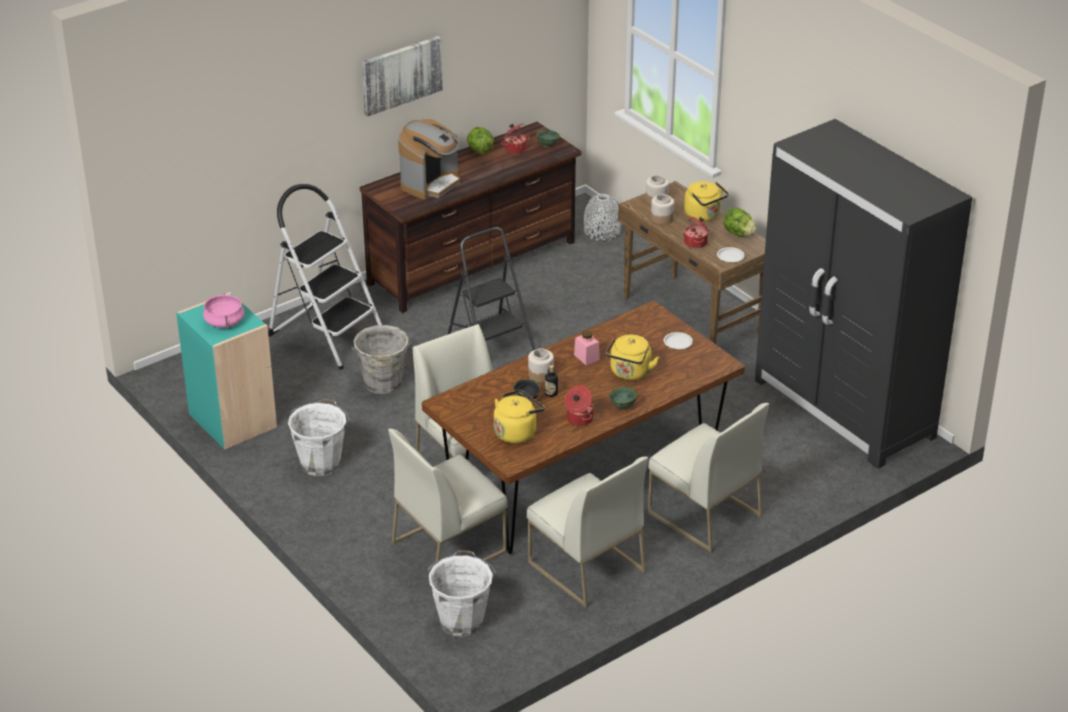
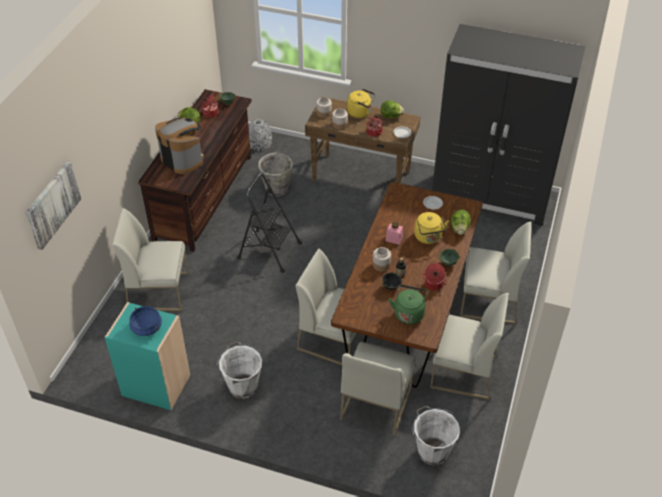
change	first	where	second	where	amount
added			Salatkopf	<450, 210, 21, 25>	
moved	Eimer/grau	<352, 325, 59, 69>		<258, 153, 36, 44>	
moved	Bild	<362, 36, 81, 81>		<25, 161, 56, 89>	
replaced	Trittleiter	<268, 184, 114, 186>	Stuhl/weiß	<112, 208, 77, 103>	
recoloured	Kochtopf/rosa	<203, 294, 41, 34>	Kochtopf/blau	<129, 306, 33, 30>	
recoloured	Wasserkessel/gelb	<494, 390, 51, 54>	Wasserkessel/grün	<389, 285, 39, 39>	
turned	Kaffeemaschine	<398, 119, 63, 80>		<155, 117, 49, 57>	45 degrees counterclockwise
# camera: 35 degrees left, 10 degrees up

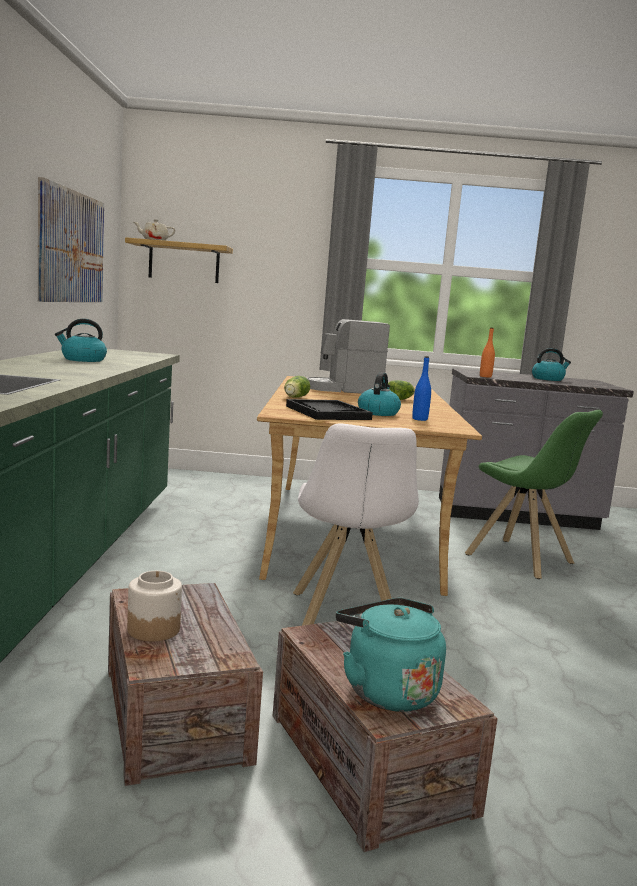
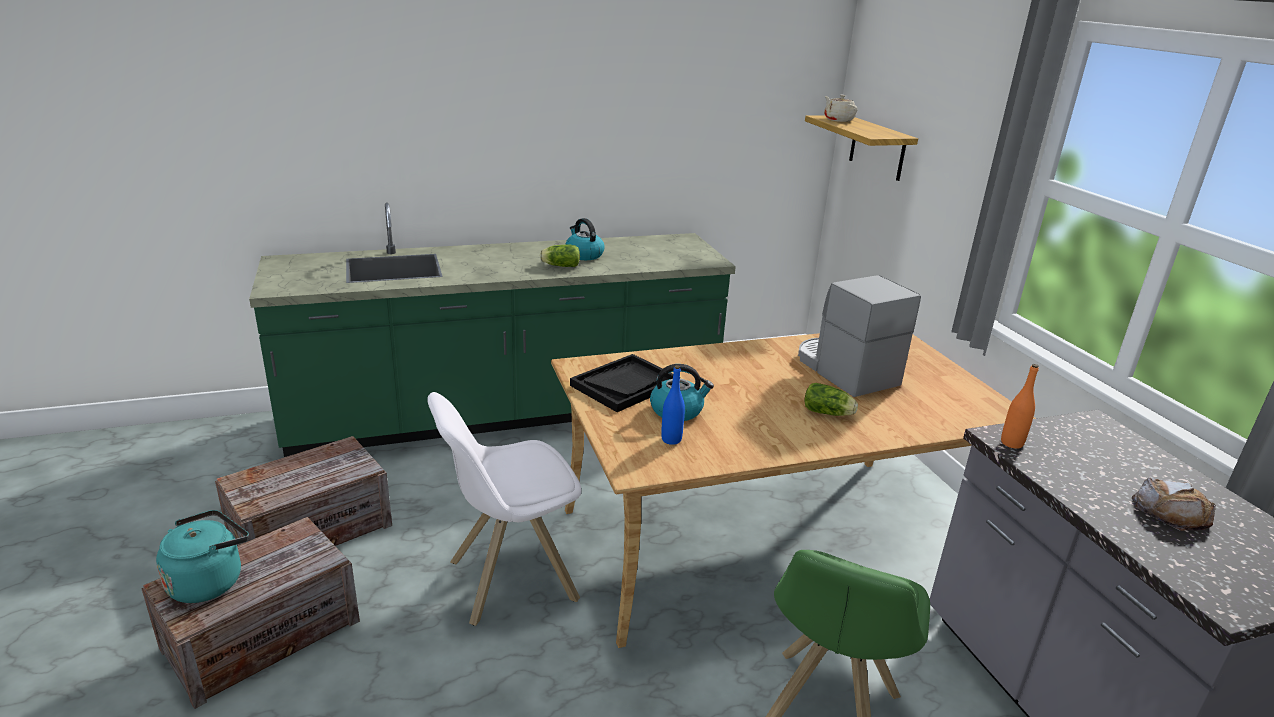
change	first	where	second	where	amount
removed	Bild	<38, 177, 66, 125>			
removed	Vorratsglas	<127, 571, 55, 70>			
moved	Salatkopf	<284, 376, 26, 21>		<540, 245, 40, 22>	
replaced	Wasserkessel	<532, 348, 39, 33>	Brot	<1132, 477, 84, 54>	
# camera: 70 degrees right, 15 degrees up

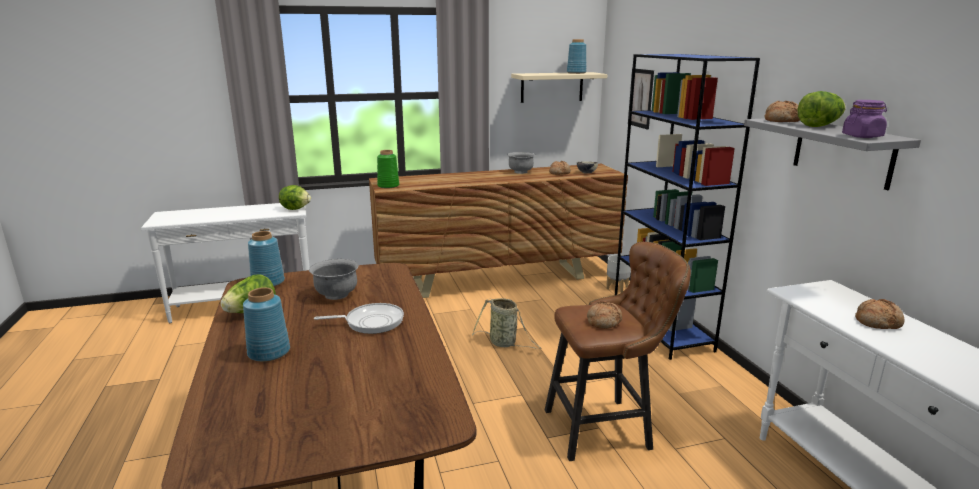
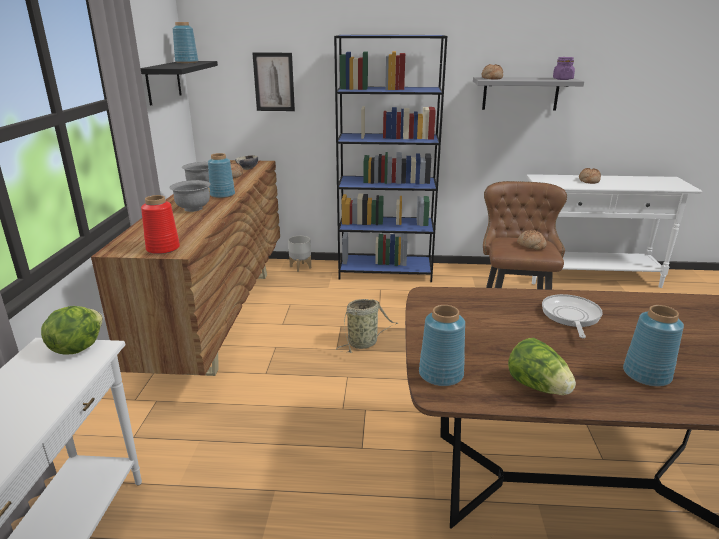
change	first	where	second	where	amount
removed	Salatkopf	<797, 91, 49, 36>			
added			Vase/blau	<208, 153, 27, 45>	
moved	Schüssel/grau	<309, 259, 50, 41>		<169, 180, 42, 32>	
recoloured	Vase/grün	<377, 150, 22, 38>	Vase/rot	<141, 195, 39, 59>	
recoloured	Wandregal/beige	<511, 72, 97, 31>	Wandregal/schwarz	<141, 61, 77, 45>	
# camera: 70 degrees left, 5 degrees up

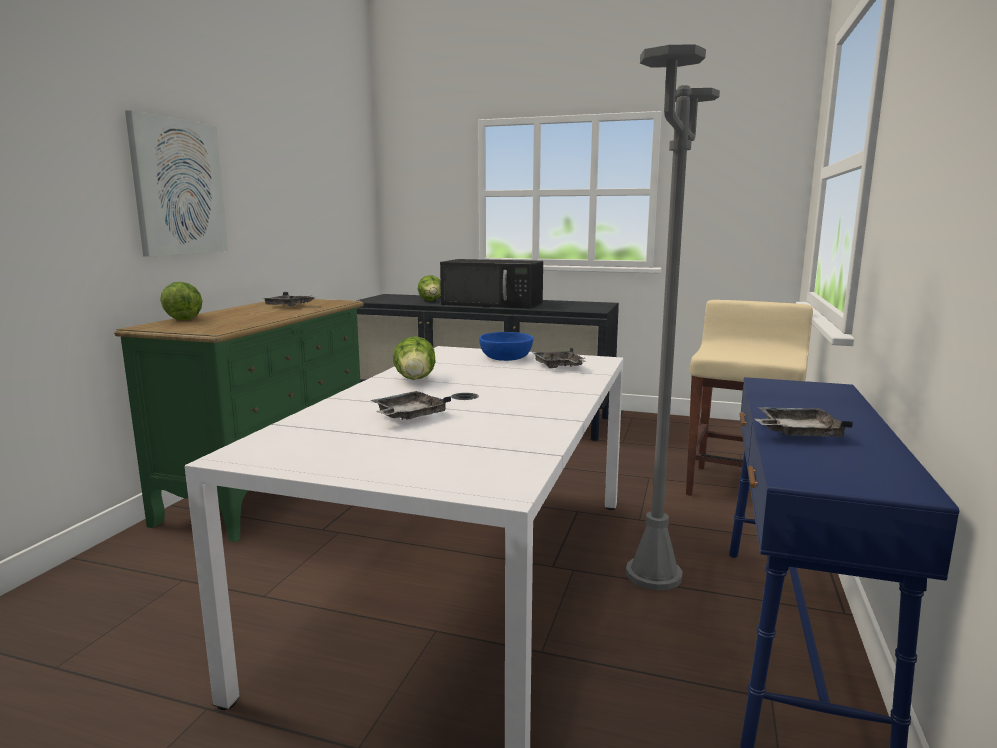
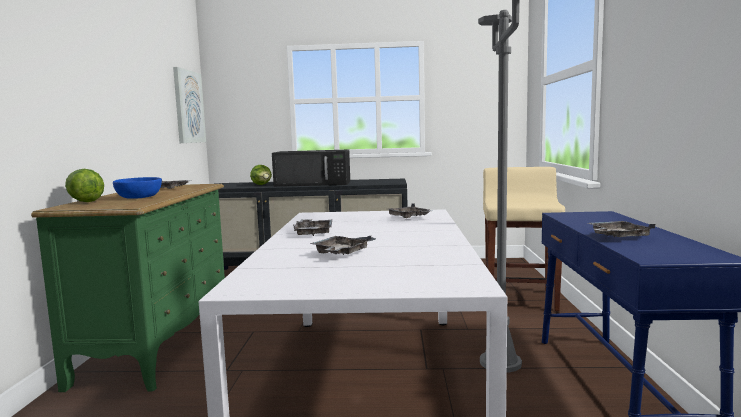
change	first	where	second	where	amount
moved	Bild	<125, 110, 103, 147>		<173, 67, 33, 76>	
moved	Schüssel/blau	<479, 332, 54, 29>		<113, 177, 49, 22>	
replaced	Salatkopf	<393, 336, 43, 44>	Tablett/grau	<293, 219, 39, 17>	
# camera: 15 degrees left, 5 degrees down

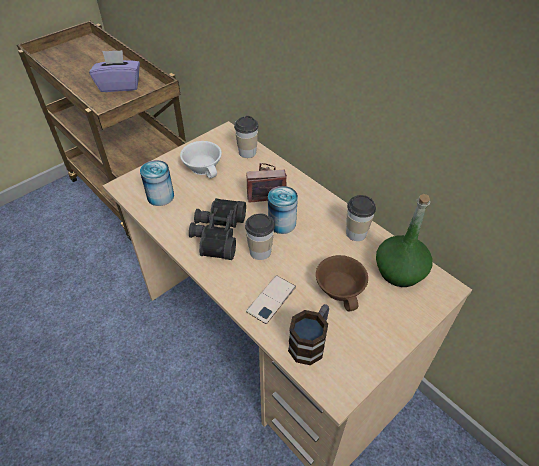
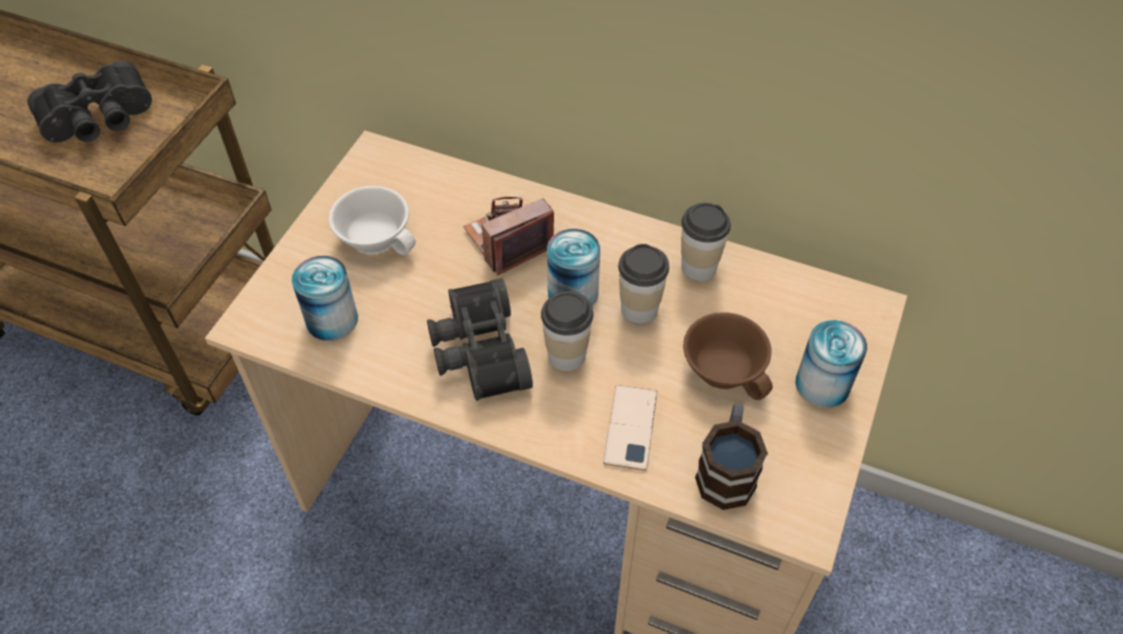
change	first	where	second	where	amount
removed	Flasche/grün	<376, 194, 56, 93>			
added			Dose	<795, 320, 72, 88>	
moved	Tasse	<234, 116, 24, 42>		<618, 244, 51, 80>	
replaced	Taschentuchbox/lila	<89, 50, 51, 42>	Fernglas/schwarz	<27, 61, 125, 81>	
# camera: 25 degrees left, 5 degrees up

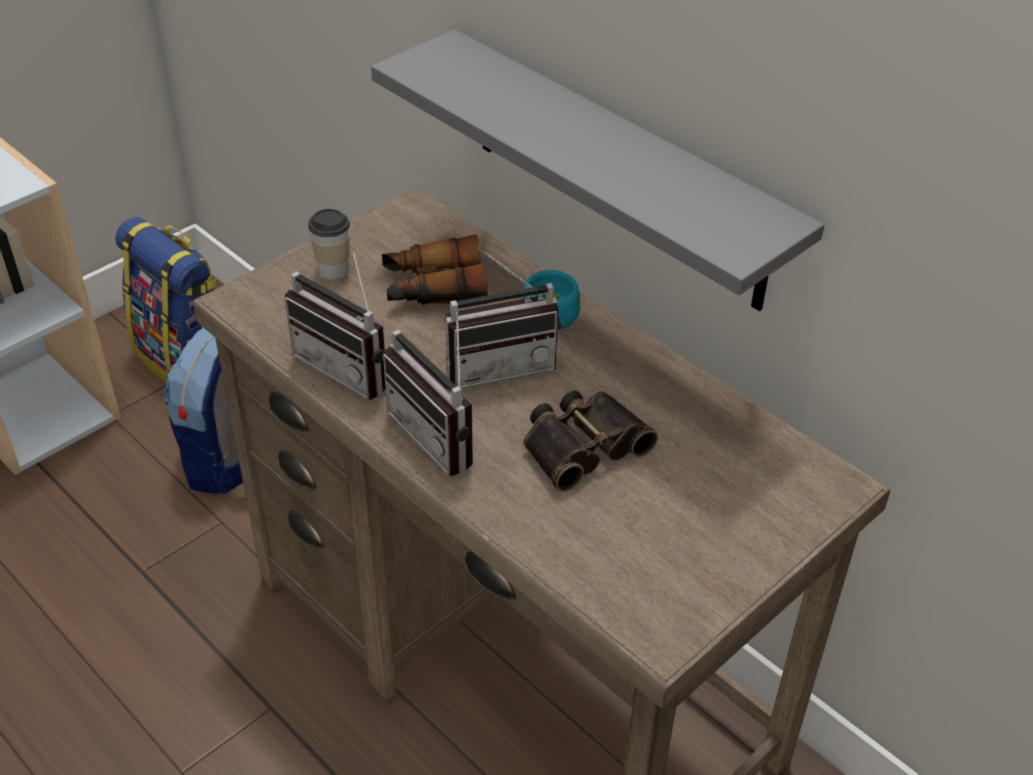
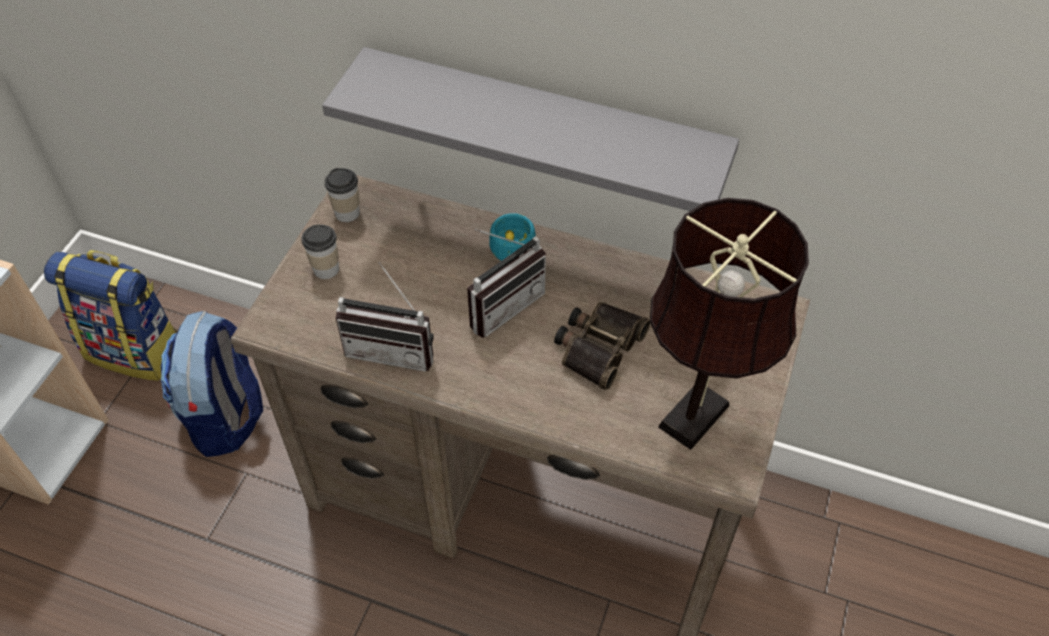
change	first	where	second	where	amount
removed	Fernglas	<382, 235, 106, 70>			
removed	Radio	<383, 312, 90, 164>			
added			Tasse	<325, 168, 35, 54>	
added			Tischlampe/braun	<650, 198, 159, 252>	
# camera: 25 degrees left, 10 degrees up

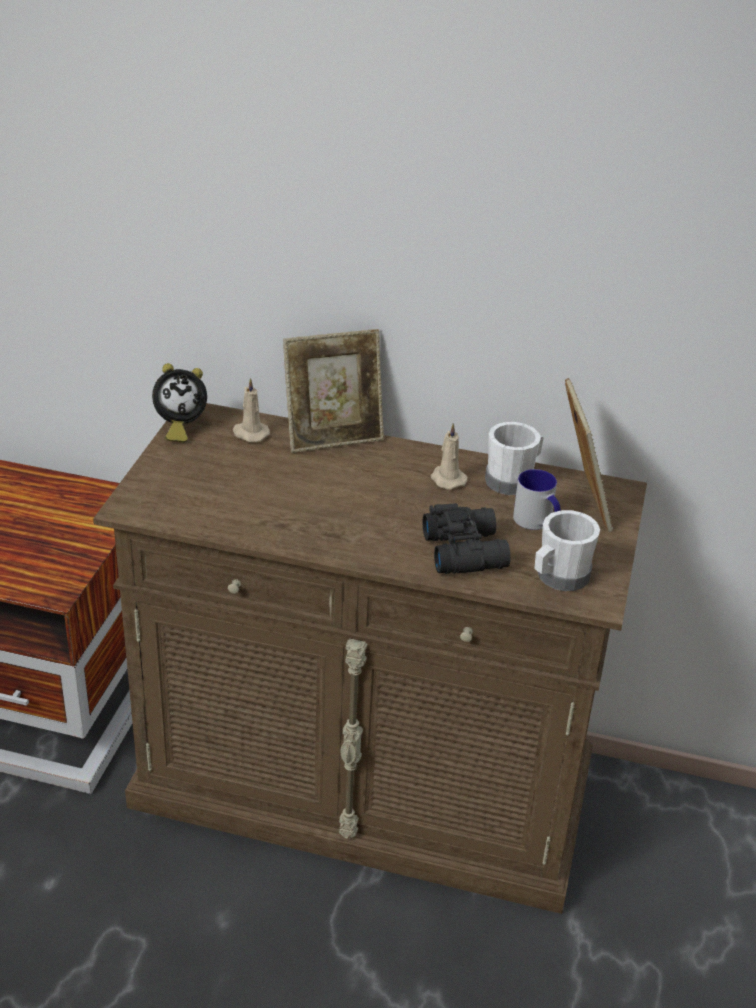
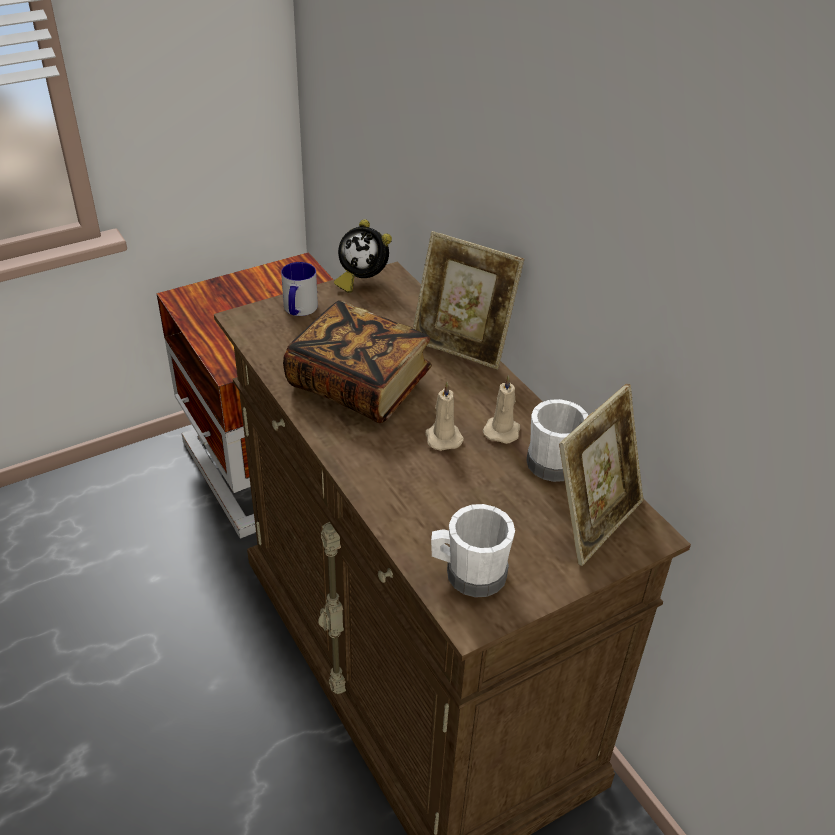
change	first	where	second	where	amount
removed	Fernglas/schwarz	<423, 503, 88, 71>			
added			Buch	<283, 300, 149, 123>	
moved	Kerze/beige	<233, 378, 37, 64>		<425, 382, 39, 69>	
moved	Henkelbecher	<513, 469, 48, 61>		<281, 262, 37, 54>	
# camera: 45 degrees right, 5 degrees up

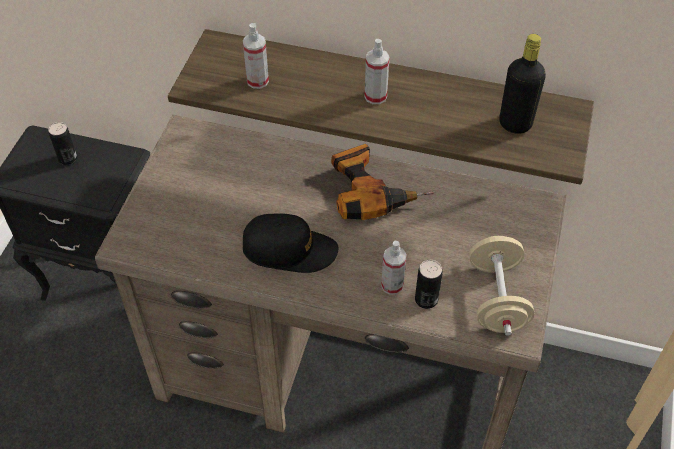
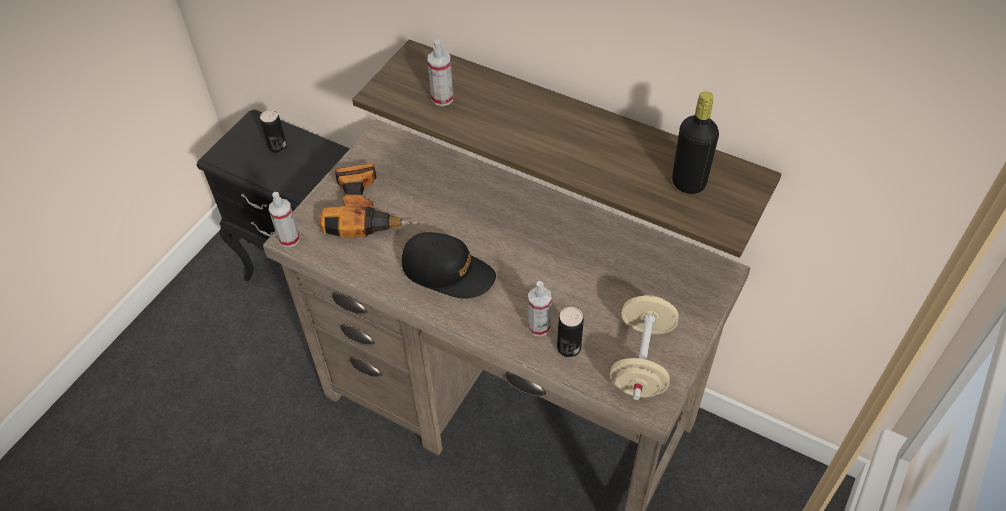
change	first	where	second	where	amount
moved	Bohrmaschine	<331, 144, 102, 76>		<319, 163, 100, 75>	
moved	Sprühflasche	<365, 39, 25, 65>		<269, 192, 31, 55>	
# camera: 15 degrees right, 0 degrees up

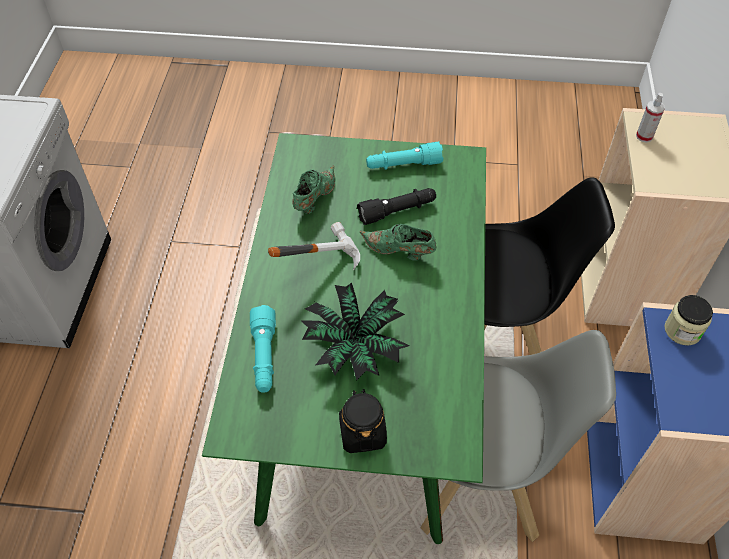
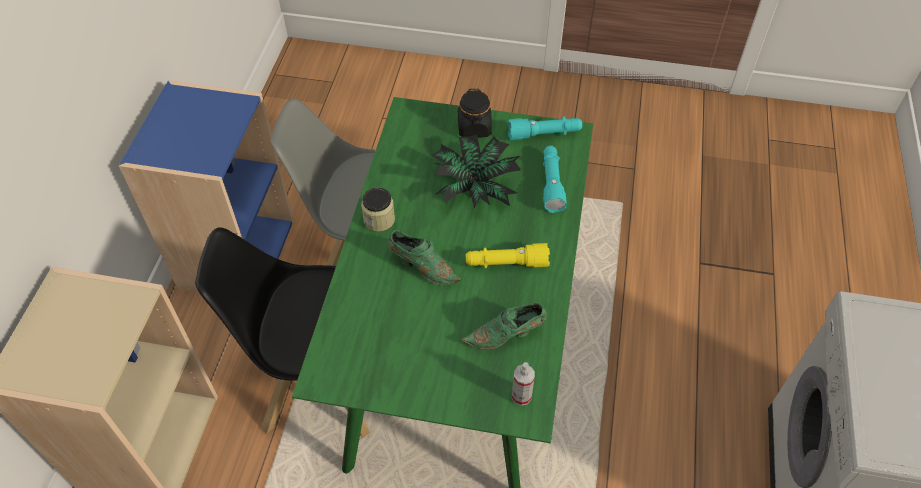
change	first	where	second	where	amount
removed	Taschenlampe/schwarz	<357, 188, 79, 37>			
moved	Taschenlampe/türkis	<366, 142, 77, 28>		<508, 116, 74, 25>	
moved	Sprühflasche	<636, 93, 29, 50>		<512, 362, 23, 44>	
moved	Vorratsglas	<665, 295, 48, 51>		<361, 188, 34, 44>	
replaced	Hammer	<268, 222, 92, 48>	Taschenlampe/gelb	<466, 243, 84, 25>	
turned	Schuh/grün	<293, 166, 42, 48>		<461, 302, 86, 48>	45 degrees clockwise
# camera: 175 degrees left, 0 degrees up

